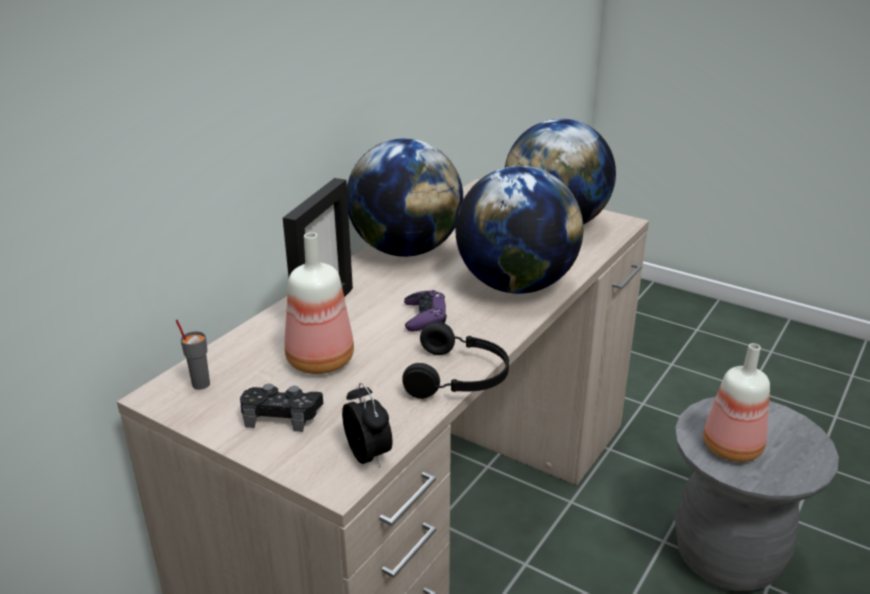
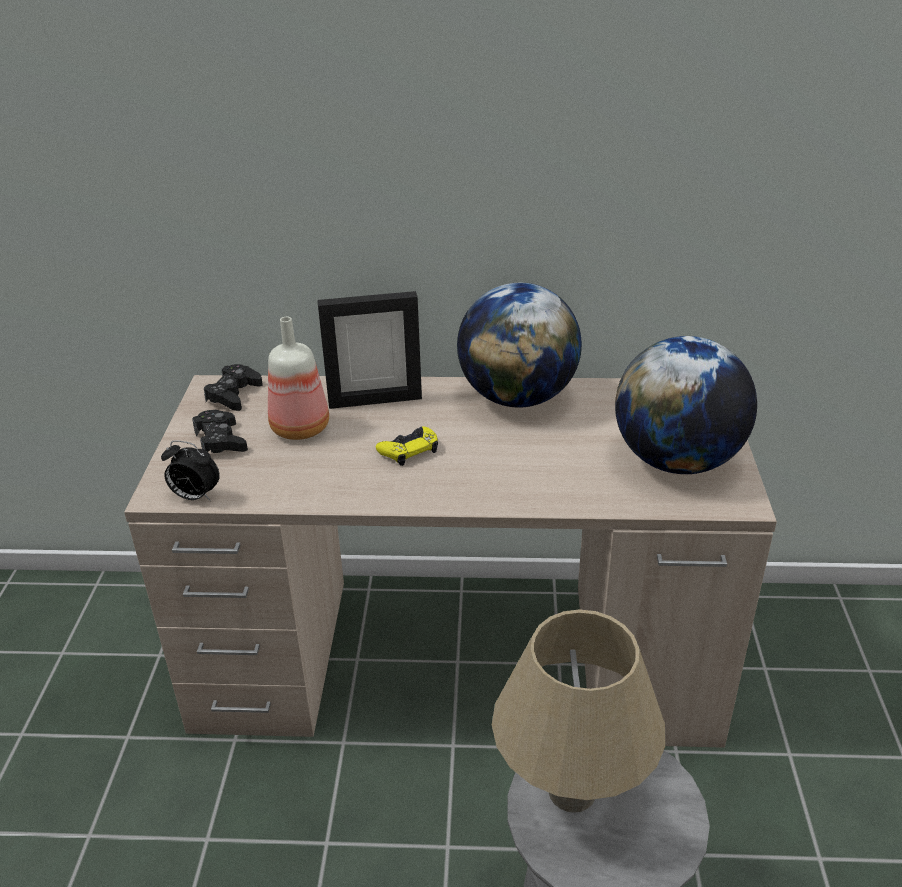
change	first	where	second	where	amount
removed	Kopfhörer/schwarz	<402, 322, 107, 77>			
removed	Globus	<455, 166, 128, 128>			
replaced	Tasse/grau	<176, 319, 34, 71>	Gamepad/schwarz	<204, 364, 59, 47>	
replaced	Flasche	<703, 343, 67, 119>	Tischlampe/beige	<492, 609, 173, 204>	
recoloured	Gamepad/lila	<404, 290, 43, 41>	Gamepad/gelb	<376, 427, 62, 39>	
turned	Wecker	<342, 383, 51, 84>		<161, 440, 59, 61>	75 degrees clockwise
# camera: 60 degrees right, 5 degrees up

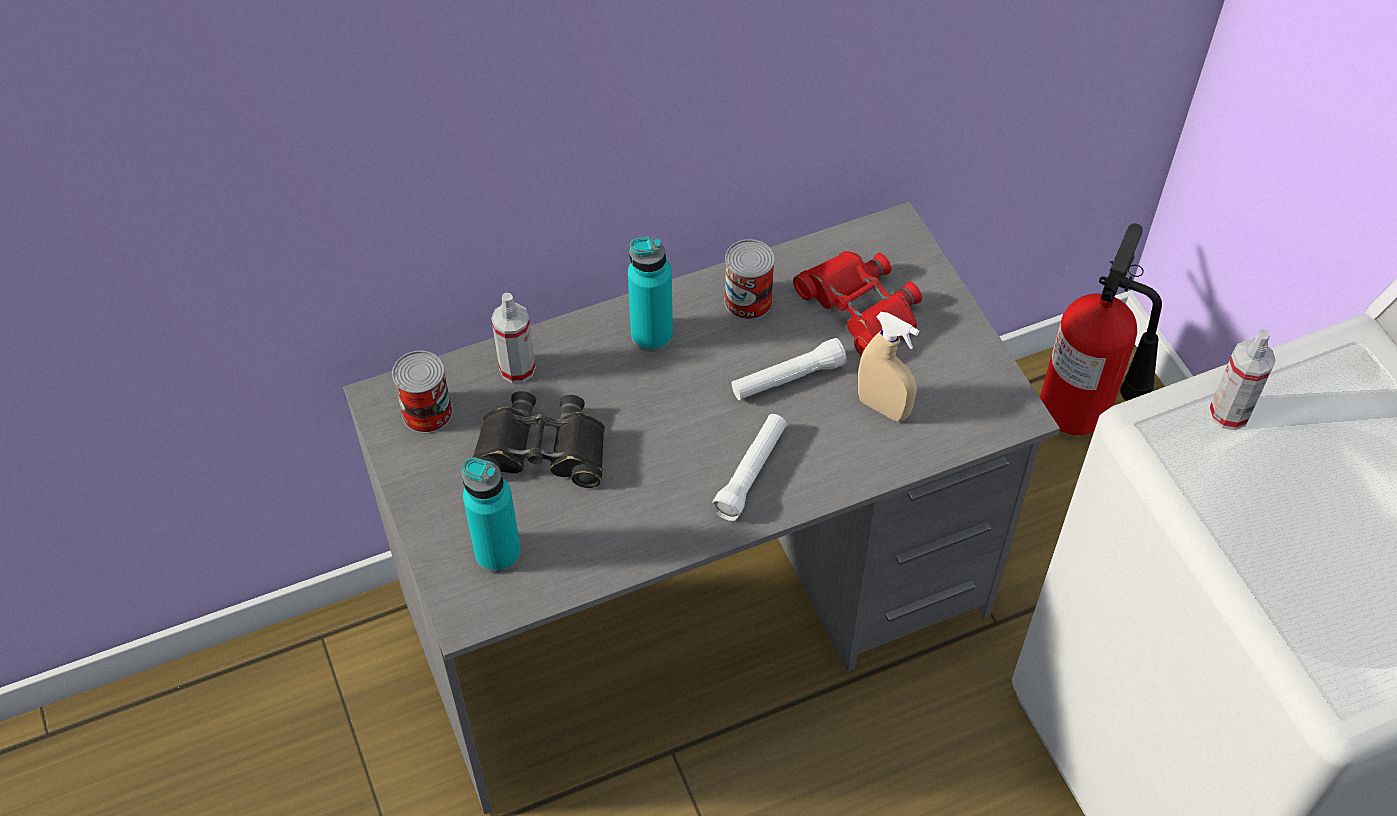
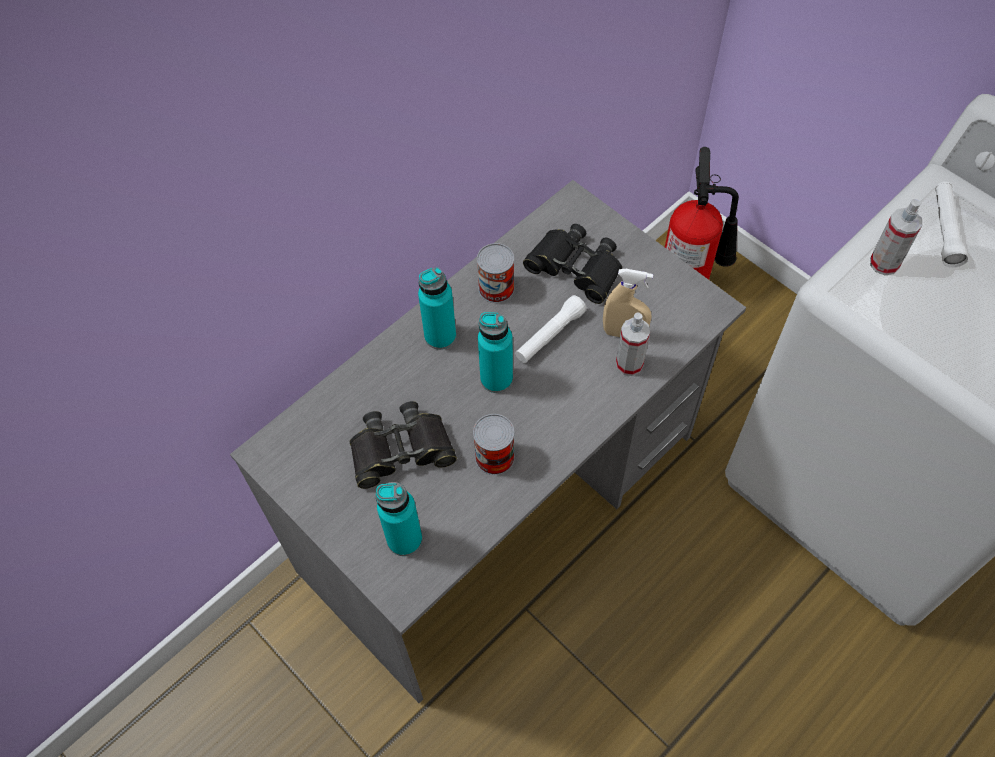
change	first	where	second	where	amount
added			Flasche/türkis	<478, 312, 35, 81>	
moved	Dose	<392, 351, 61, 83>		<473, 414, 42, 61>	
moved	Sprühflasche	<491, 293, 45, 90>		<616, 312, 34, 64>	
moved	Taschenlampe/weiß	<711, 414, 76, 107>		<935, 182, 33, 86>	
recoloured	Fernglas/rot	<793, 251, 129, 105>	Fernglas/schwarz	<523, 224, 99, 80>	
# camera: 20 degrees left, 5 degrees up

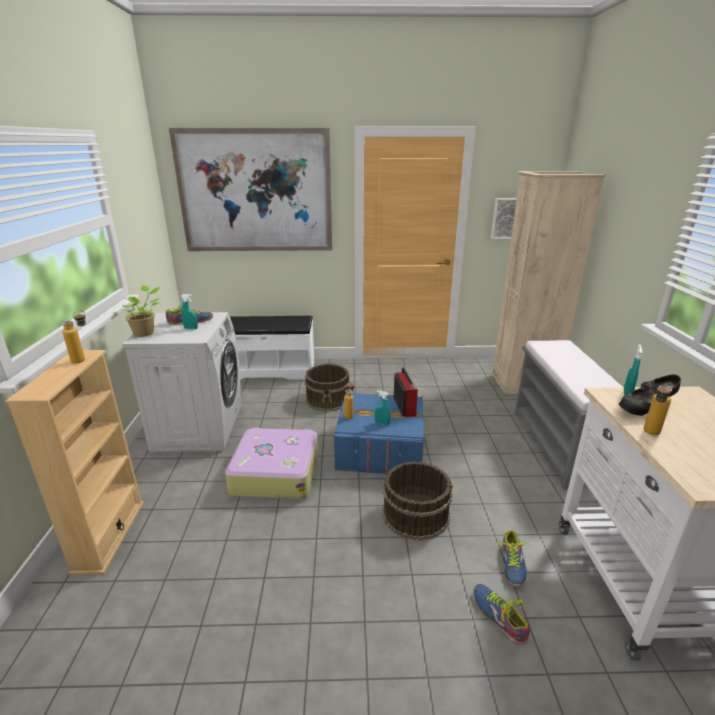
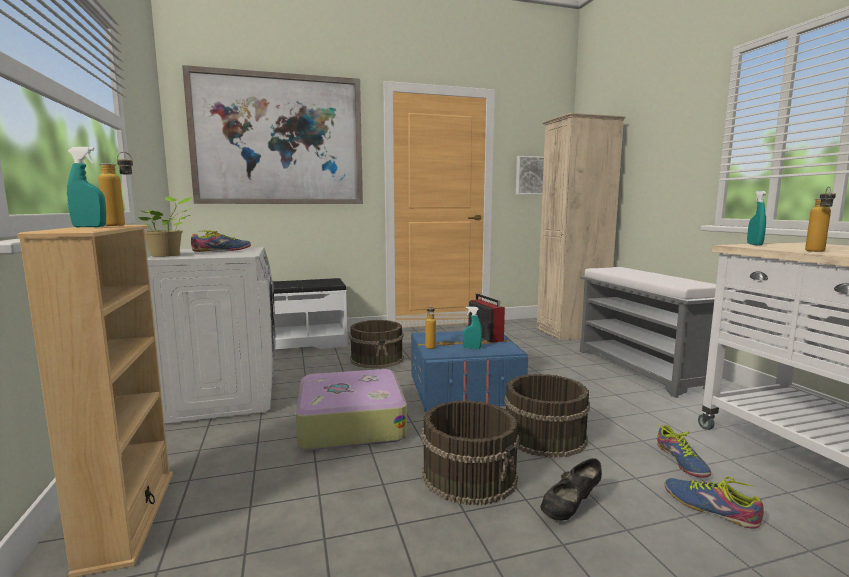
change	first	where	second	where	amount
added			Eimer/braun	<422, 400, 98, 105>	
moved	Sprühflasche/türkis	<181, 294, 17, 35>		<67, 147, 39, 80>	
moved	Schuh/schwarz	<619, 374, 62, 42>		<540, 458, 62, 63>	
# camera: 15 degrees left, 15 degrees down

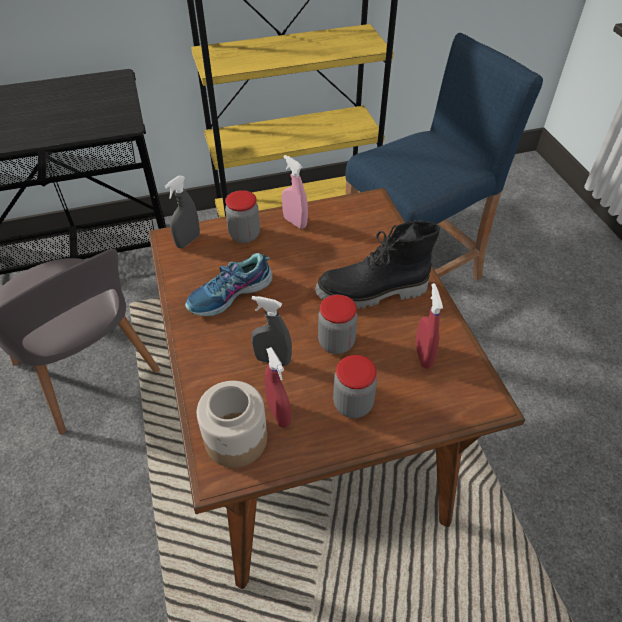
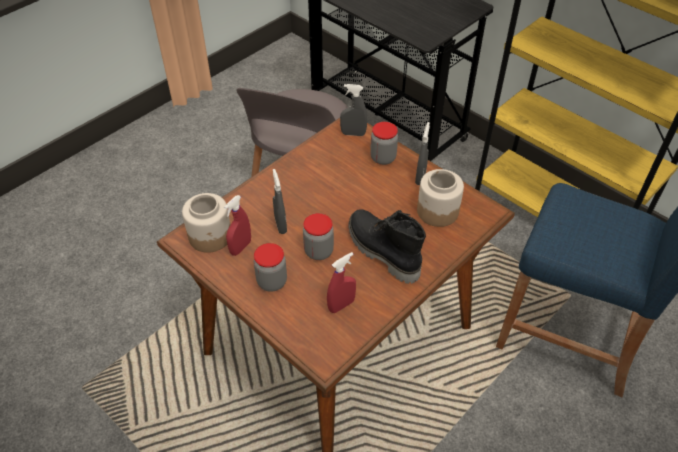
change	first	where	second	where	amount
removed	Schuh	<185, 253, 88, 63>			
added			Vorratsglas	<417, 169, 47, 58>	
recoloured	Sprühflasche/rosa	<282, 155, 26, 74>	Sprühflasche/grau	<415, 122, 15, 63>	
# camera: 60 degrees right, 0 degrees up

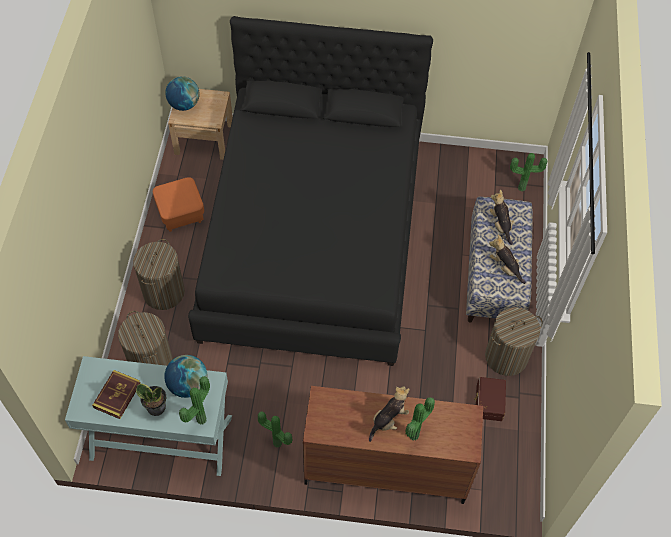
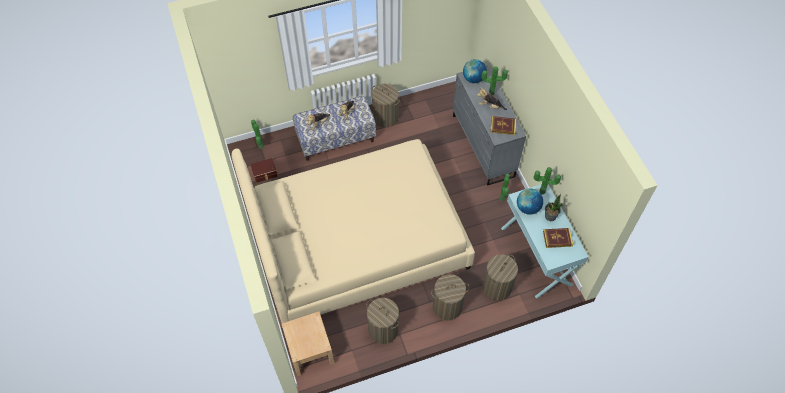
change	first	where	second	where	amount
added			Buch	<490, 116, 26, 19>	
moved	Globus	<165, 76, 34, 35>		<463, 59, 24, 24>	
moved	Aufbewahrungsbox/braun	<474, 377, 32, 44>		<250, 158, 28, 25>	
replaced	Polsterhocker/orange	<153, 177, 51, 55>	Wäschekorb	<366, 298, 33, 46>	
recoloured	Bett/schwarz	<188, 16, 245, 350>	Bett/beige	<231, 139, 244, 184>	
recoloured	Kommode/braun	<303, 386, 180, 118>	Kommode/grau	<453, 65, 73, 121>	
# camera: 115 degrees left, 0 degrees up

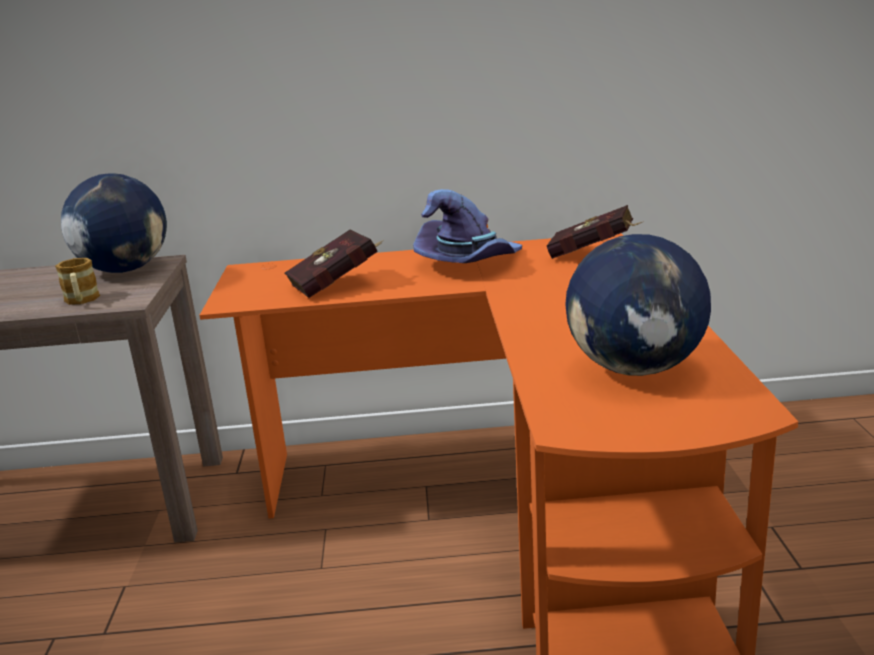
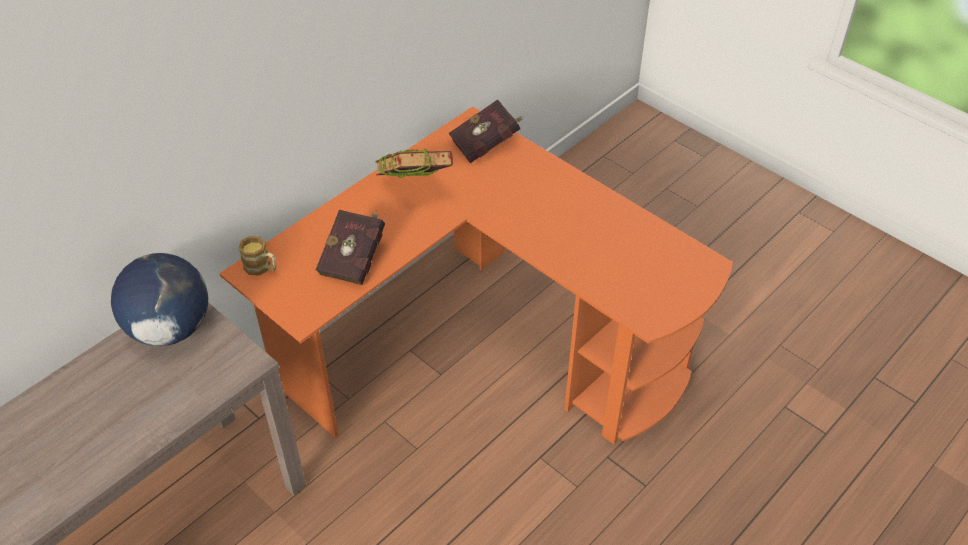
change	first	where	second	where	amount
removed	Globus	<565, 234, 146, 142>			
moved	Henkelbecher	<55, 258, 45, 47>		<238, 236, 39, 40>	
replaced	Hut/lila	<413, 189, 109, 74>	Buch	<375, 148, 78, 31>	
# camera: 45 degrees left, 25 degrees up

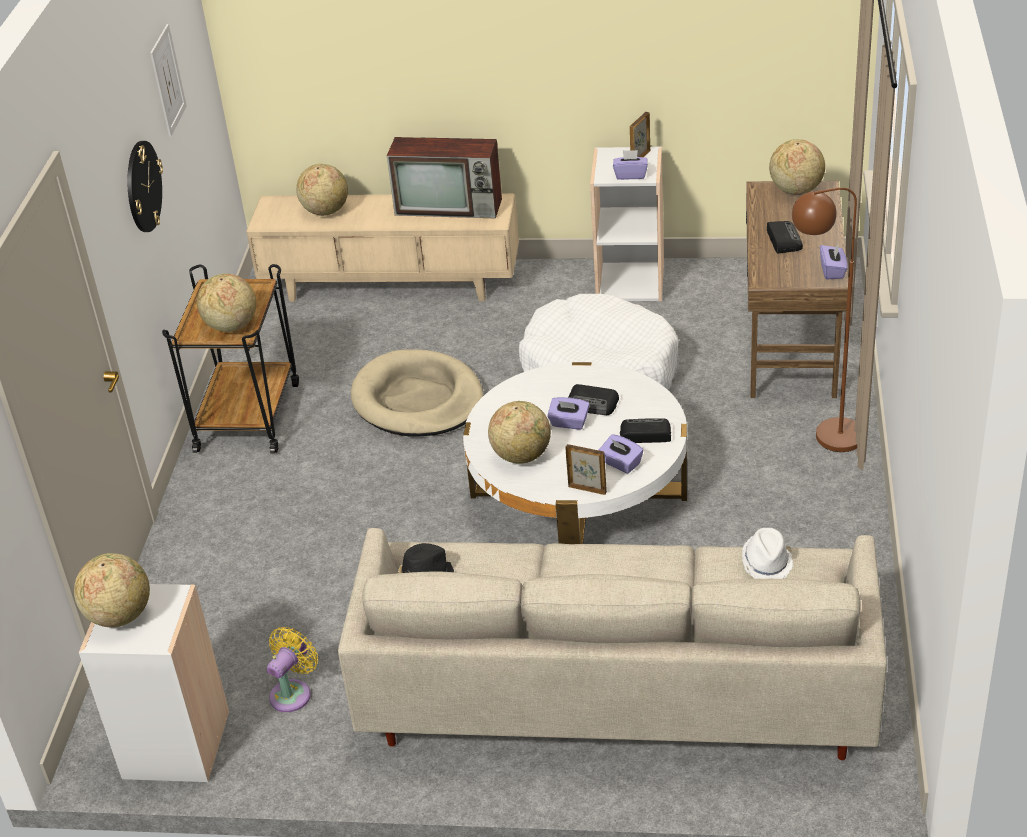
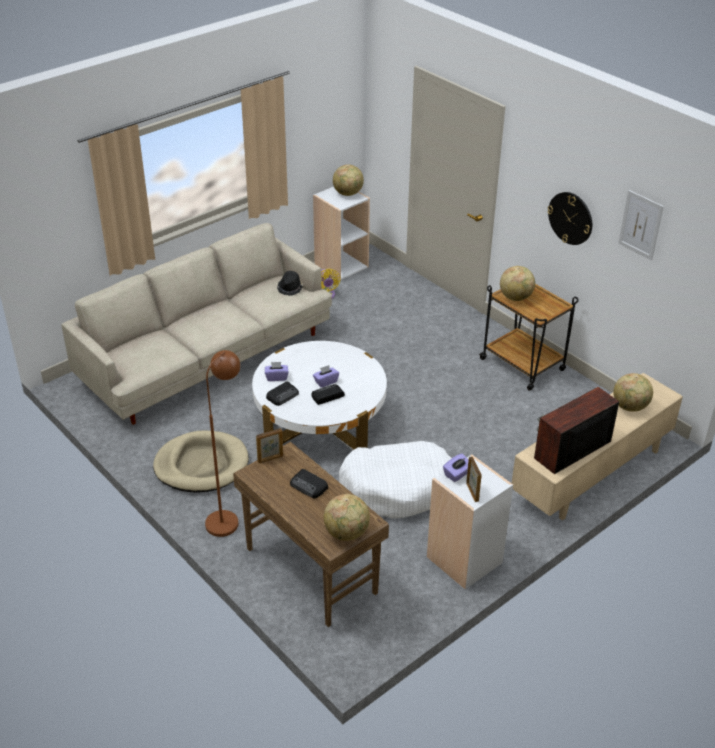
change	first	where	second	where	amount
removed	Globus	<488, 401, 63, 63>			
removed	Hut/weiß	<742, 528, 51, 51>			
removed	Taschentuchbox/lila	<820, 243, 28, 36>			
moved	Hundebett/beige	<351, 349, 132, 88>		<153, 431, 96, 62>	
moved	Bilderrahmen	<565, 444, 42, 51>		<256, 428, 27, 35>	
# camera: 130 degrees right, 0 degrees up

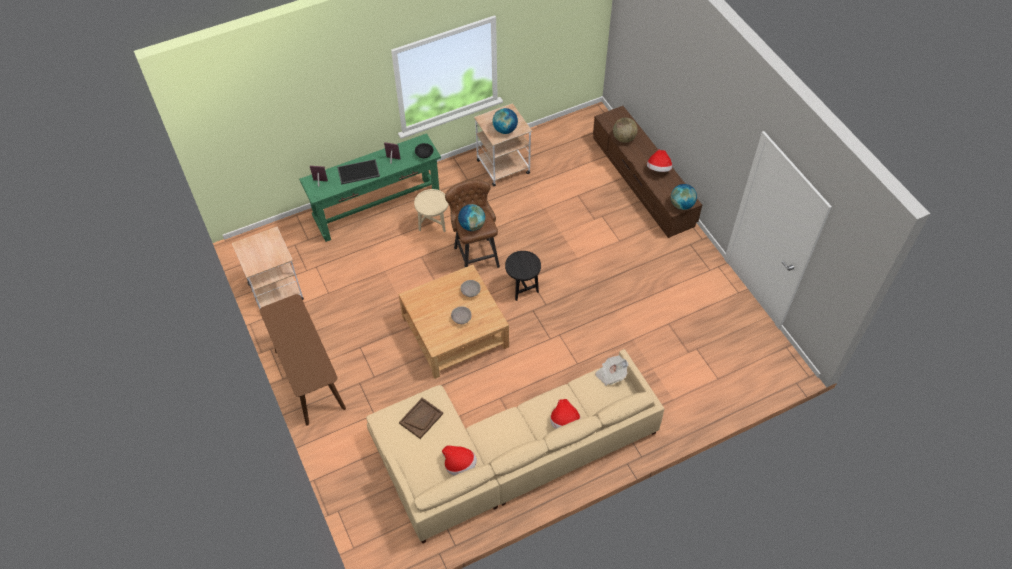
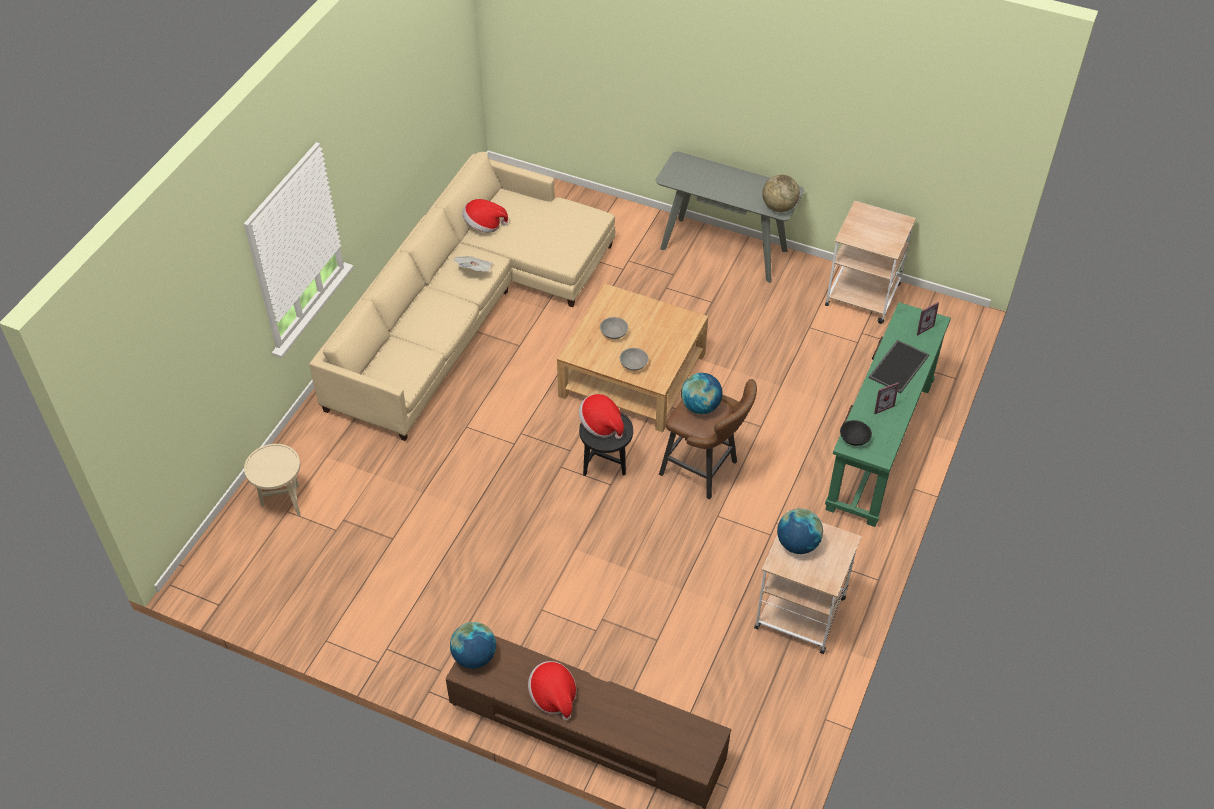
change	first	where	second	where	amount
removed	Tablett/braun	<399, 398, 44, 41>			
moved	Beistelltisch/beige	<414, 189, 34, 43>		<244, 444, 57, 72>	
moved	Hut	<550, 399, 31, 30>		<579, 394, 45, 45>	
moved	Zeitung	<595, 355, 34, 31>		<454, 256, 39, 16>	
moved	Globus	<613, 118, 25, 25>		<762, 175, 38, 37>	
recoloured	Konsolentisch/braun	<260, 294, 86, 132>	Konsolentisch/grau	<656, 152, 148, 131>	
# camera: 140 degrees right, 5 degrees down

